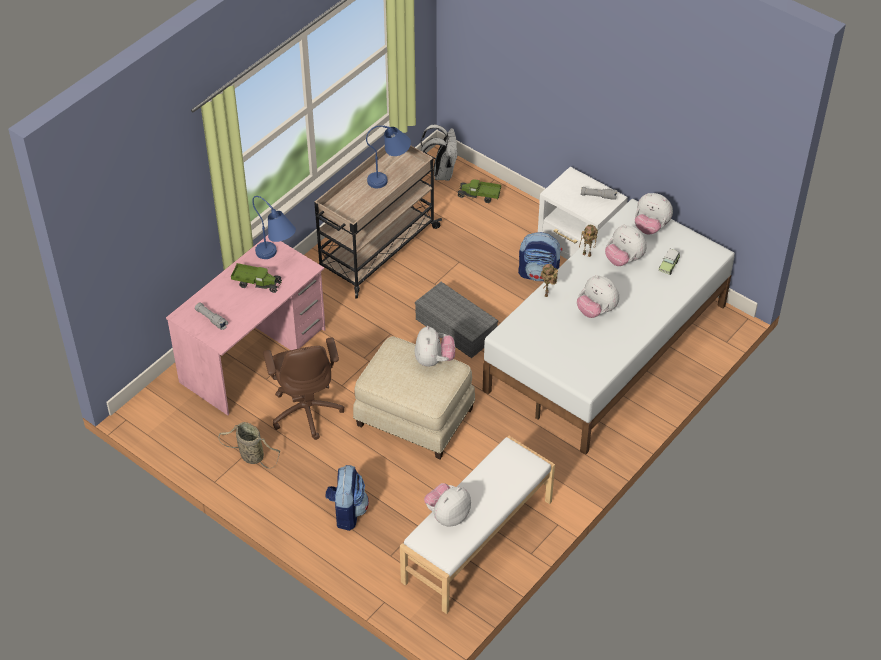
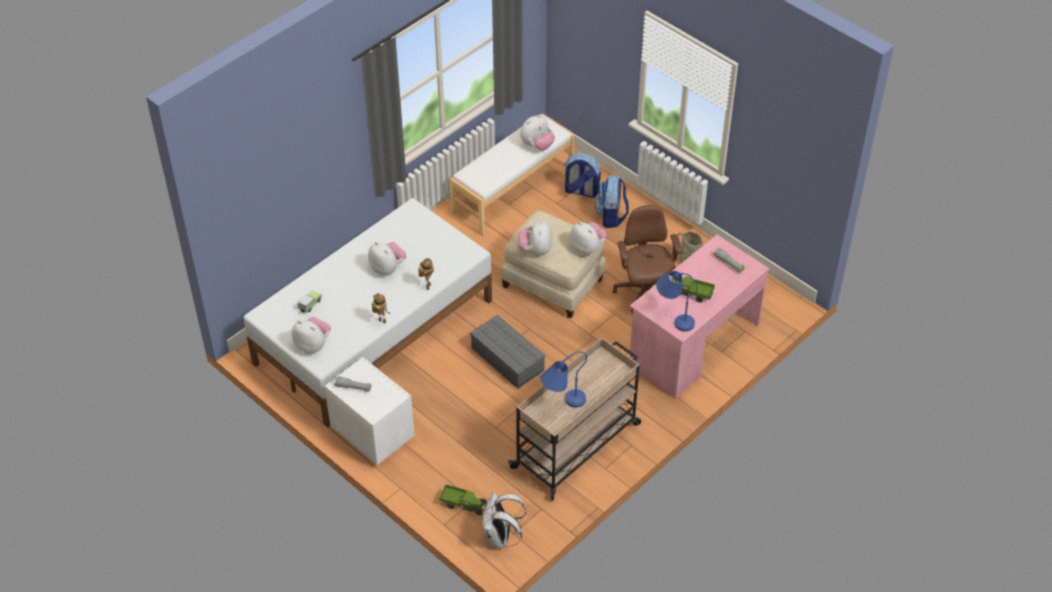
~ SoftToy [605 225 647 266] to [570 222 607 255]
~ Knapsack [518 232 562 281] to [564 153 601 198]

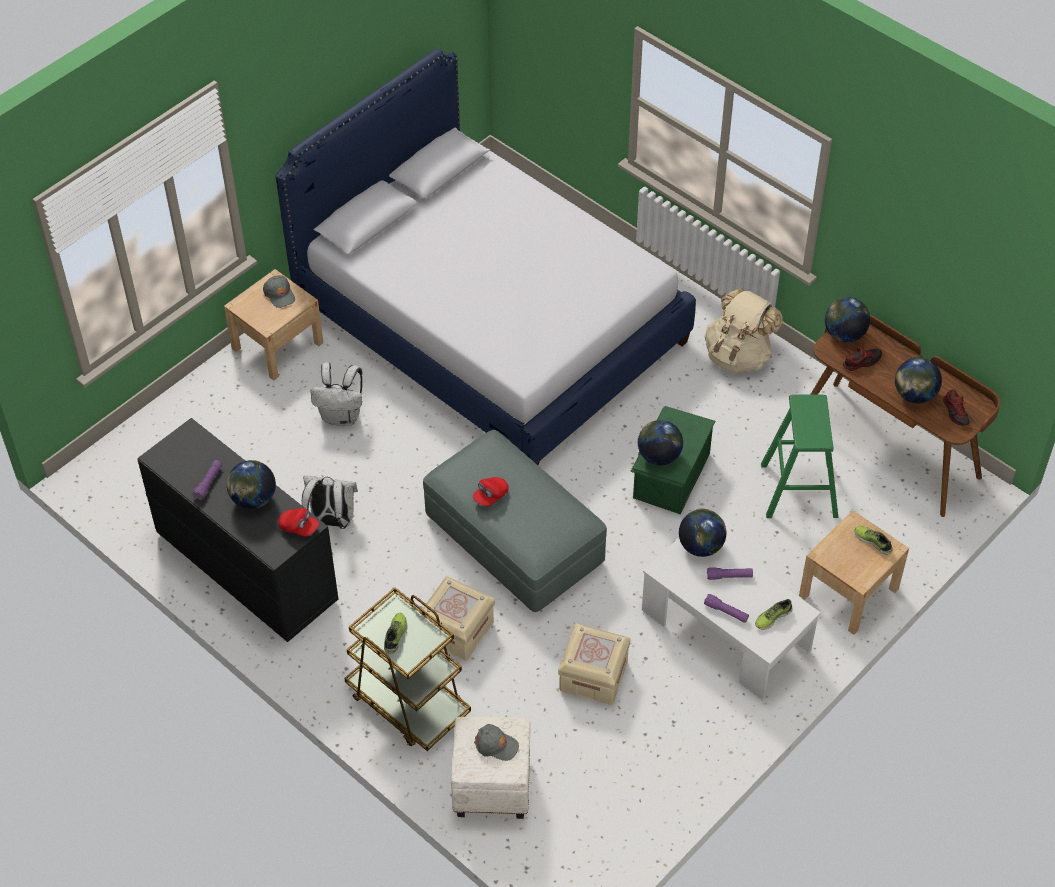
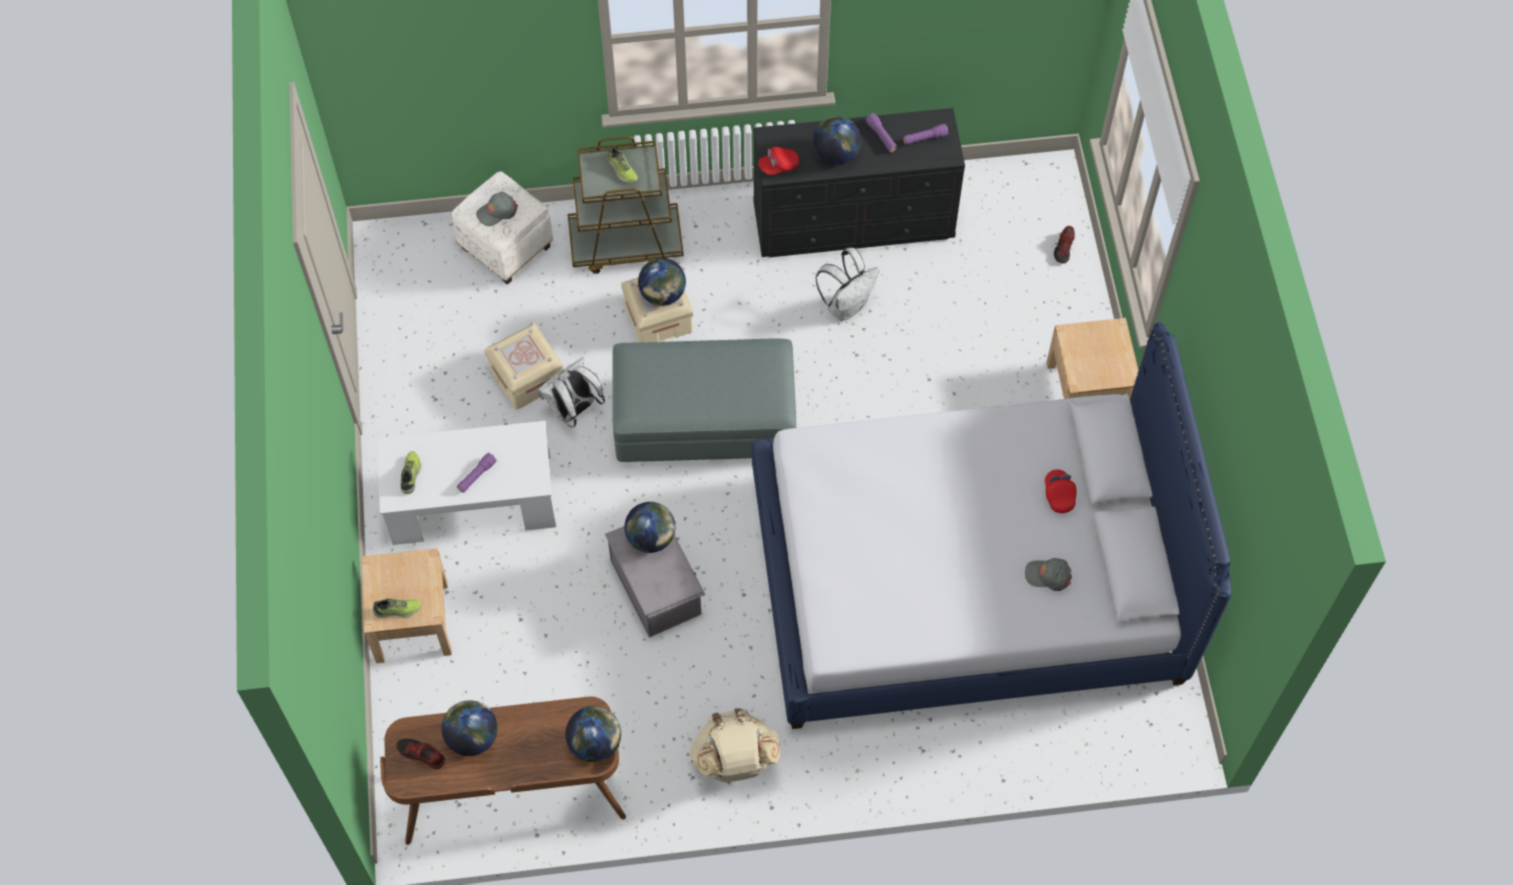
~ GreyishBaseballCap [263 275 295 308] to [1025 558 1072 591]
~ Shoe [843 347 882 371] to [1054 226 1075 263]
~ WhitishKnapsack [310 362 362 426] to [538 357 605 428]
- GreenishStoolSeat [761 394 838 518]
~ GreenishStorageContainer [630 406 715 514] to GreyishStorageContainer [605 526 705 637]
~ ReddishBaseballCap [473 477 509 506] to [1045 470 1077 513]
~ DeskGlobe [679 509 726 557] to [638 258 686 306]
~ PurpleHandTorch [704 594 749 623] to [903 124 949 145]

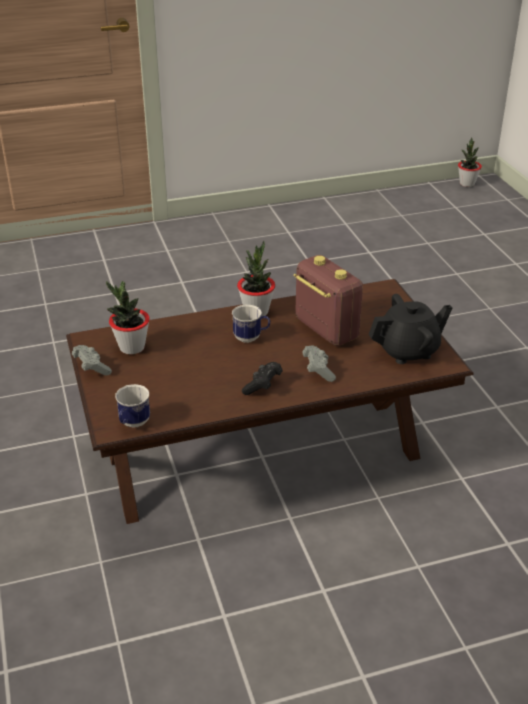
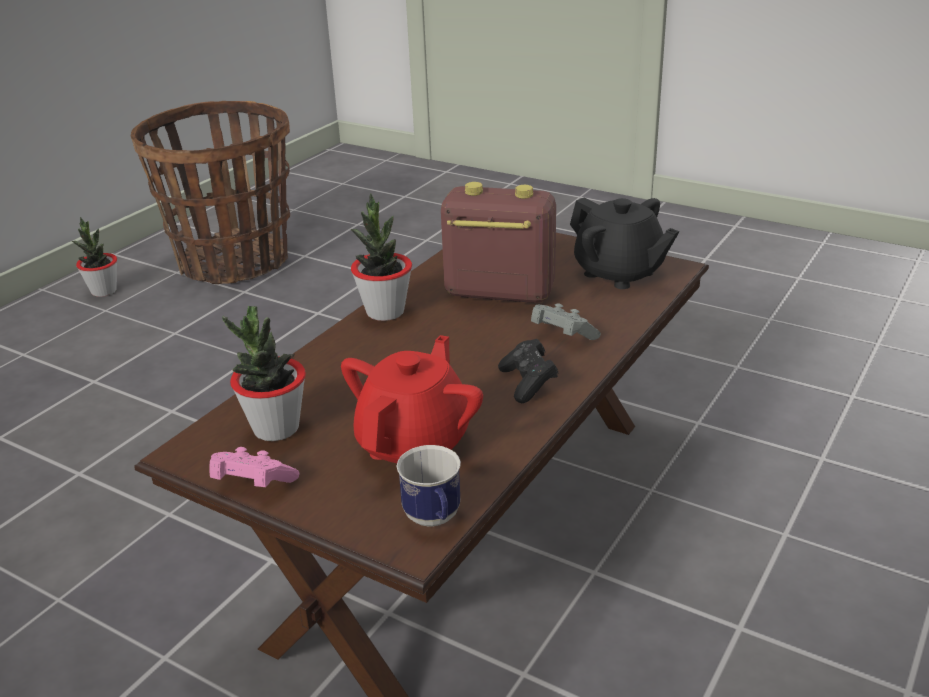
~ PlantInAPot [458 137 482 187] to [72 217 117 297]
~ BlackishTeaPot [368 294 453 364] = [570 198 679 289] 105 degrees clockwise
- TeaMug [232 305 270 343]
~ GreyishJoypad [72 345 112 375] to PinkColouredJoypad [210 447 300 487]
+ Basket [131 101 290 284]
+ ReddishTeaPot [341 335 483 463]

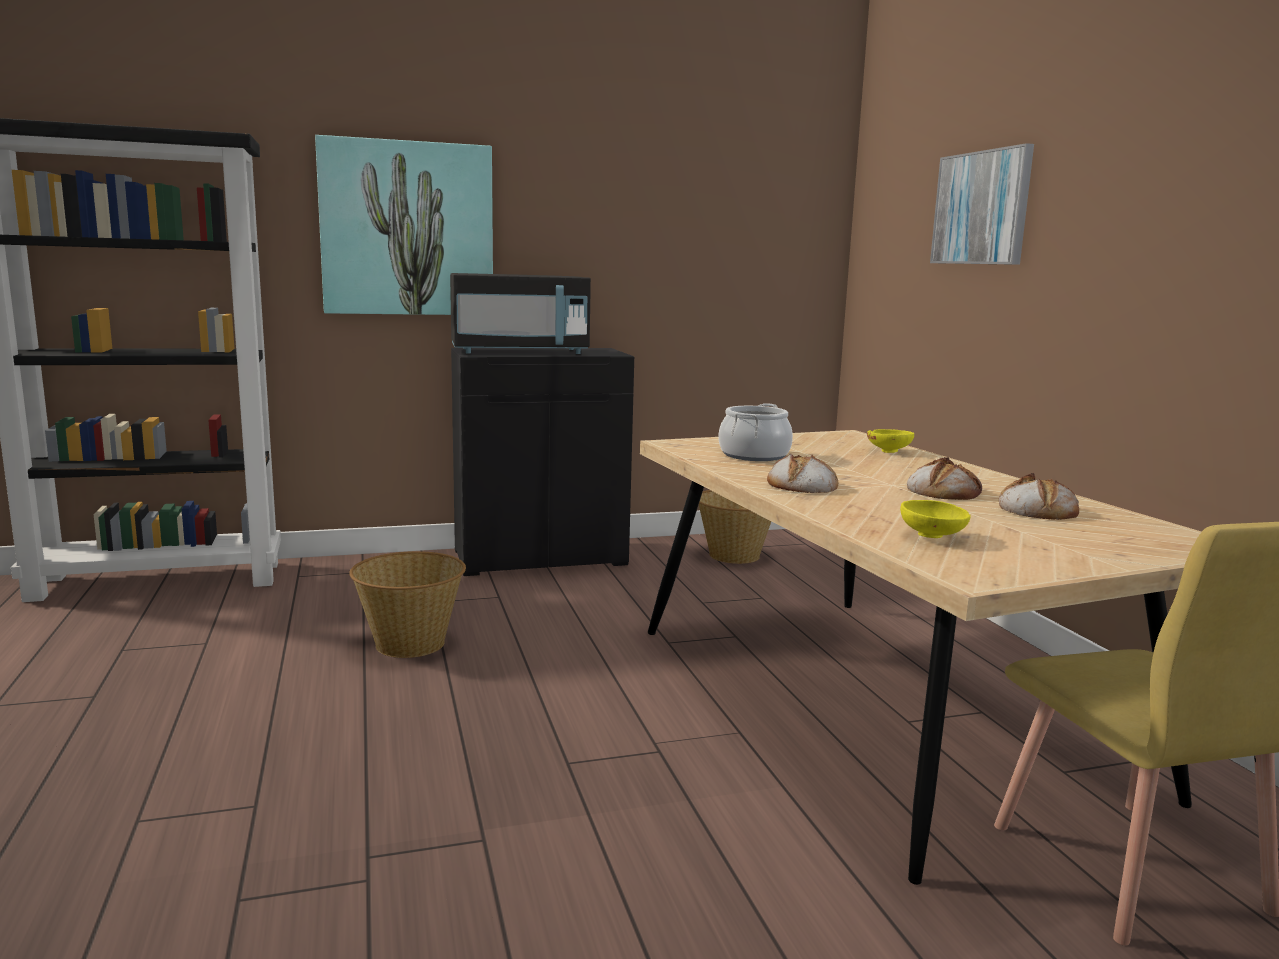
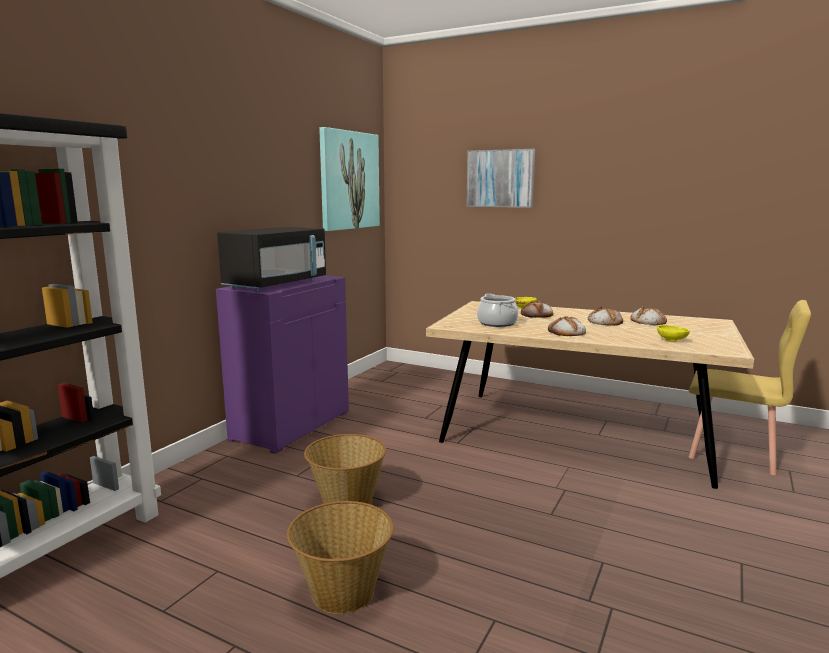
~ Picture [315 135 493 315] to [319 127 380 231]
~ BlackishStorageCabinet [451 348 634 576] to PurpleStorageCabinet [216 275 349 454]
~ Basket [699 490 771 564] to [287 501 394 614]
+ Bread [521 300 553 318]

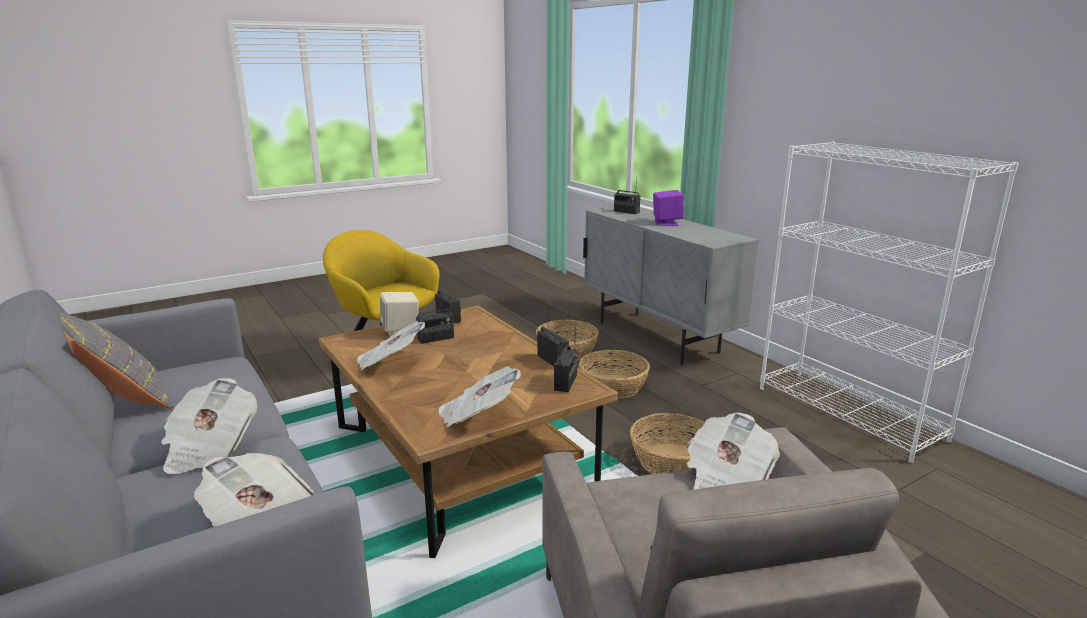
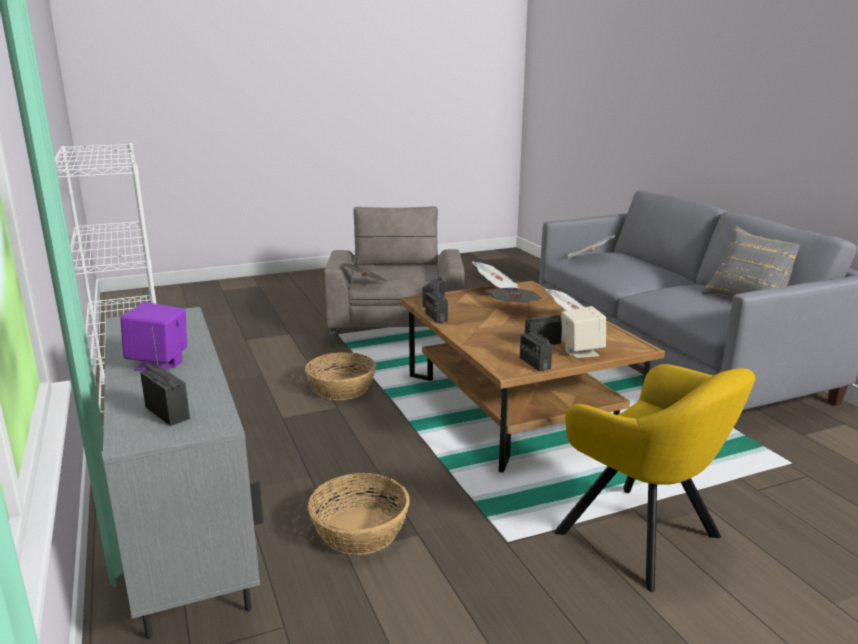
- Basket [579 350 650 399]
~ DailyPaper [161 378 258 474] to [485 288 542 303]

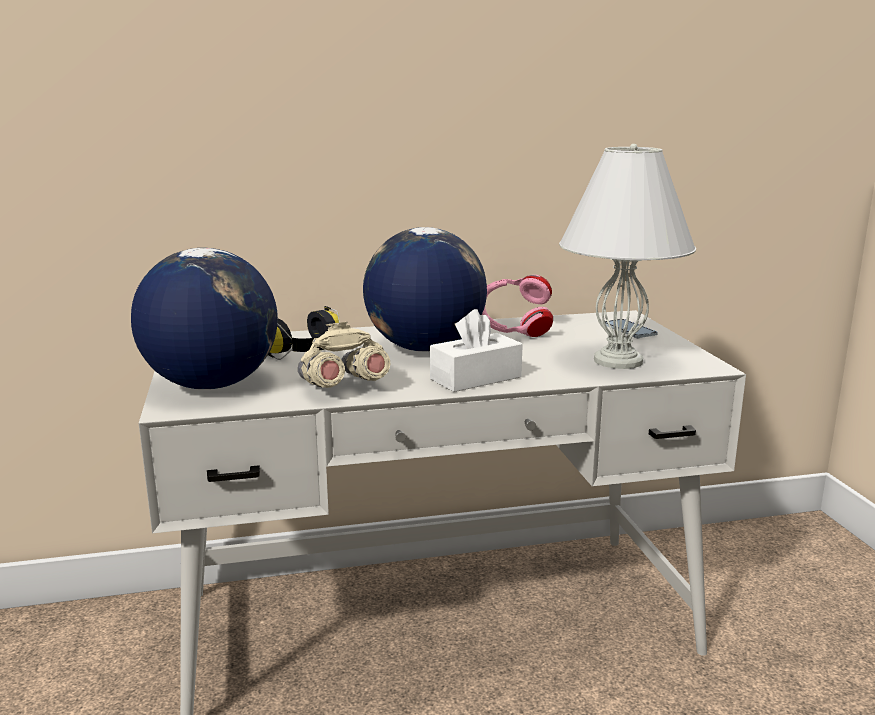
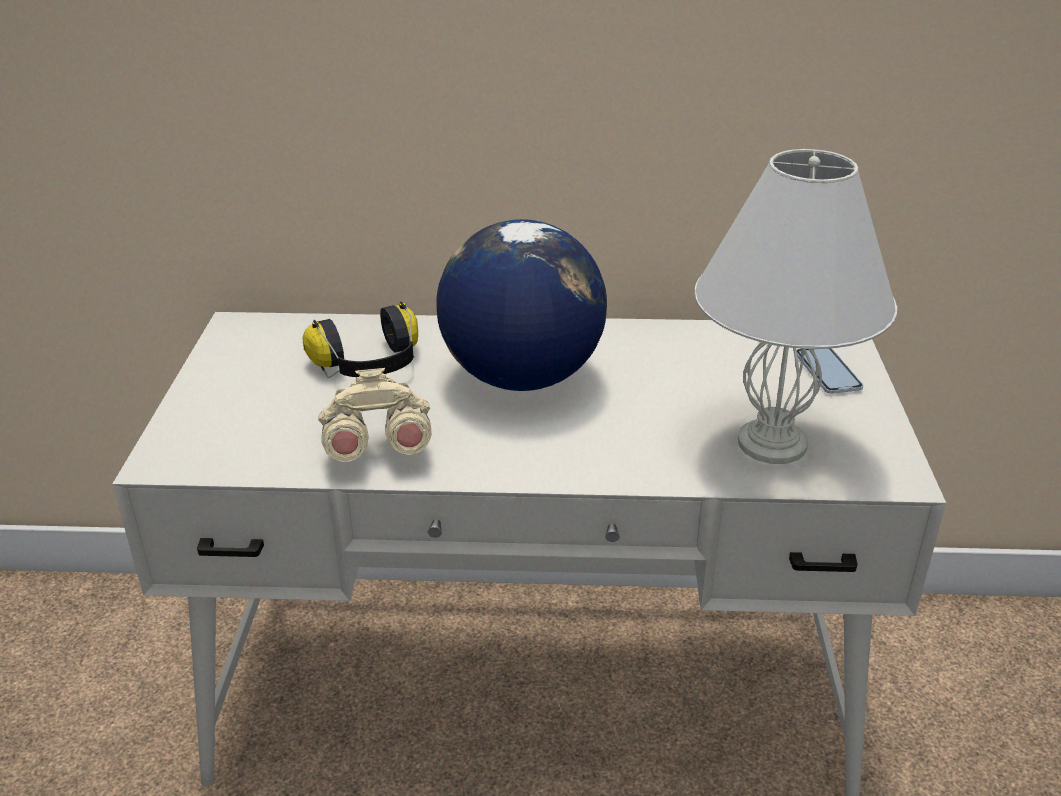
- DeskGlobe [131 248 278 390]
- PinkColouredHeadphones [482 275 553 337]
- WhitishBoxOfTissues [430 309 523 392]

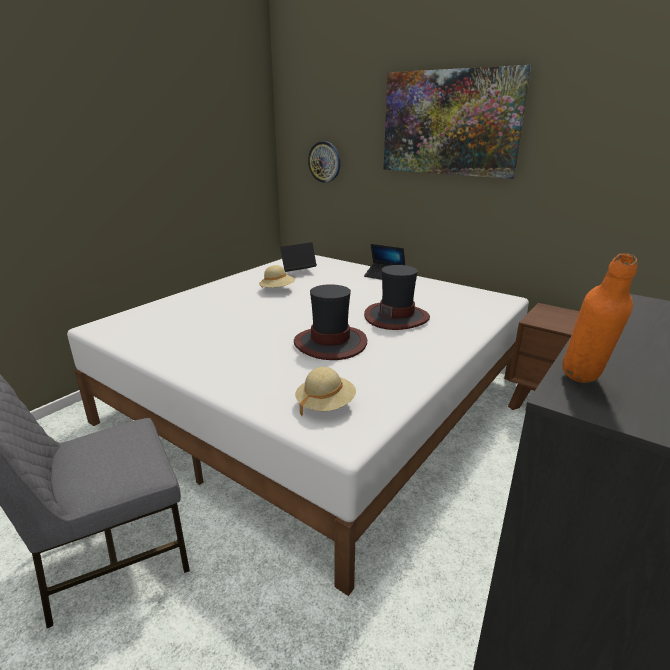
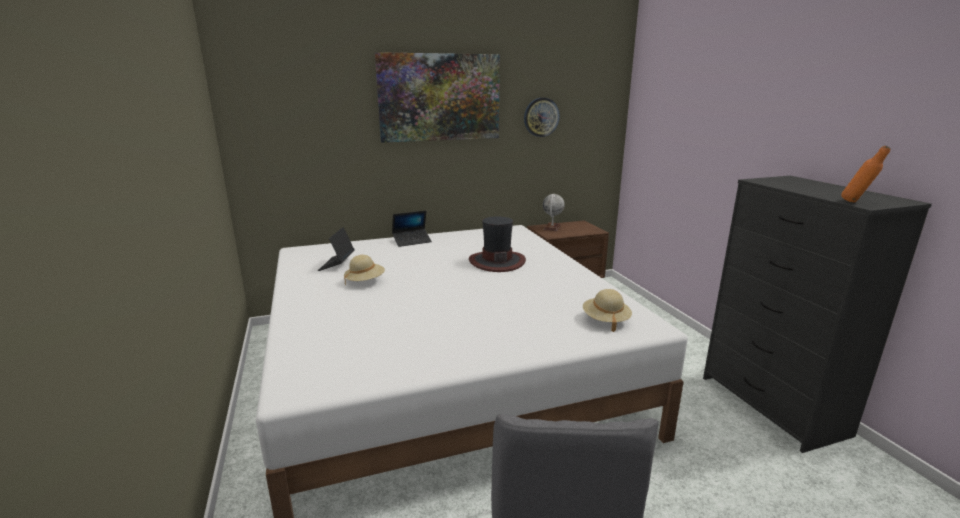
~ ClockOnTheWall [308 141 341 183] to [524 98 560 137]
- WearableHat [294 284 367 360]
+ DeskGlobe [543 194 565 231]

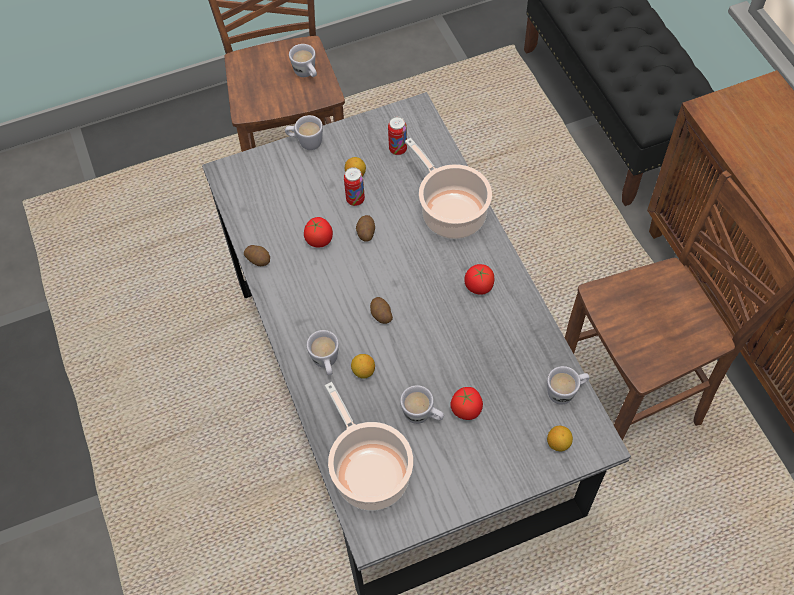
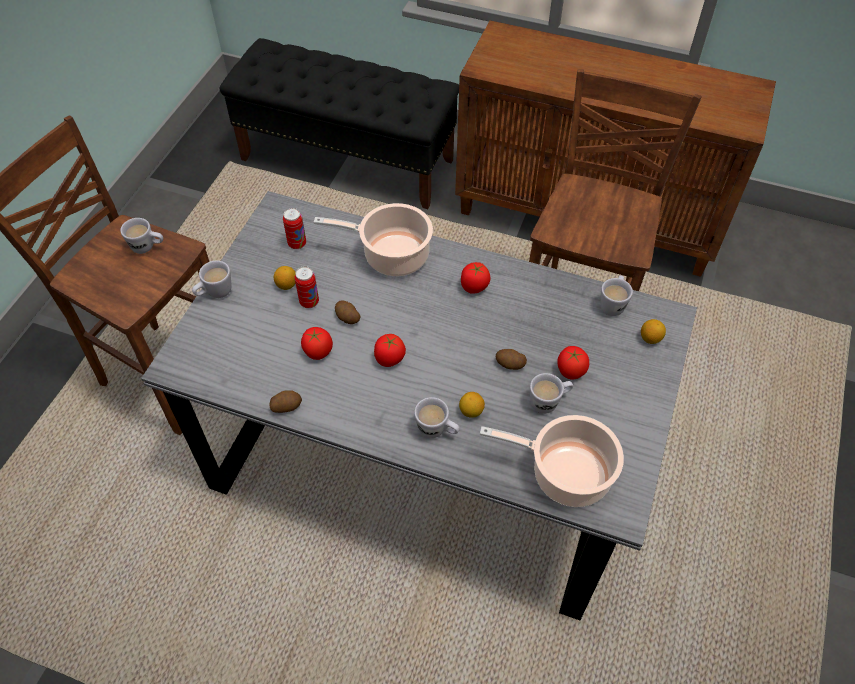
~ Spud [370 297 393 324] to [496 349 527 370]
+ WholeTomato [374 334 406 367]

